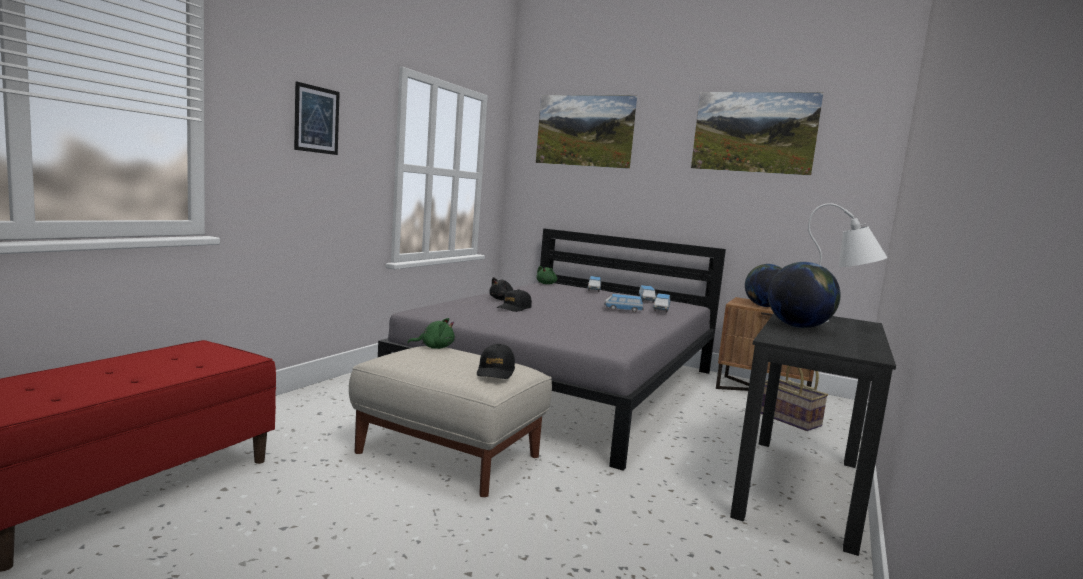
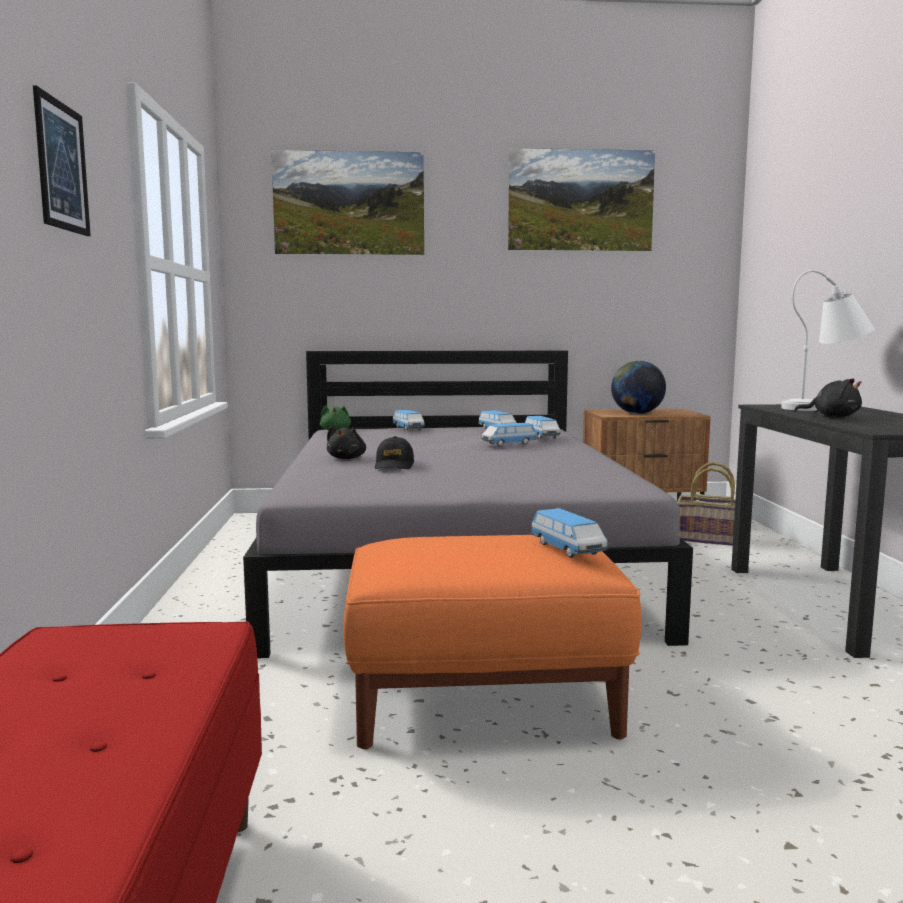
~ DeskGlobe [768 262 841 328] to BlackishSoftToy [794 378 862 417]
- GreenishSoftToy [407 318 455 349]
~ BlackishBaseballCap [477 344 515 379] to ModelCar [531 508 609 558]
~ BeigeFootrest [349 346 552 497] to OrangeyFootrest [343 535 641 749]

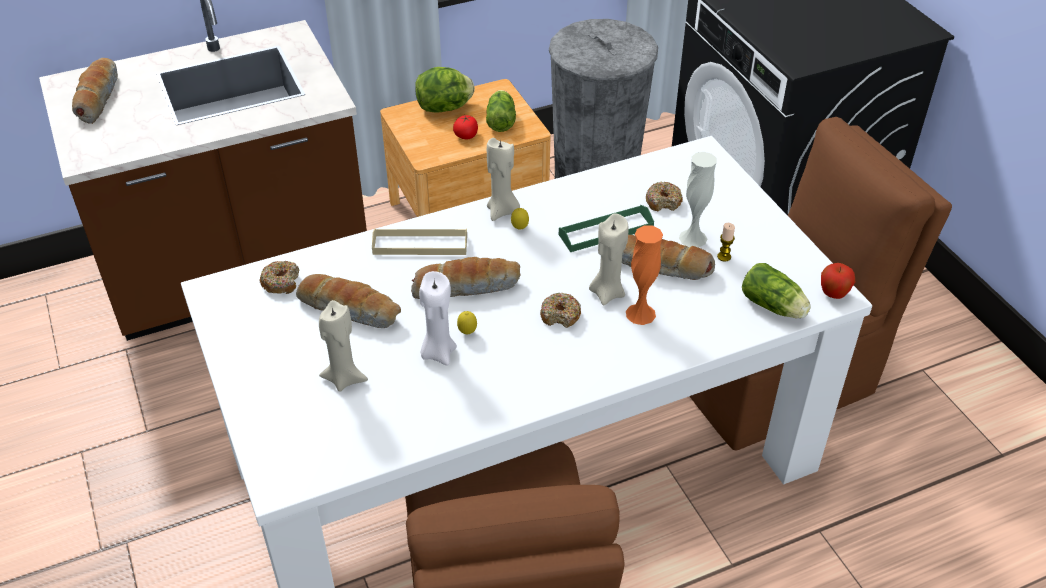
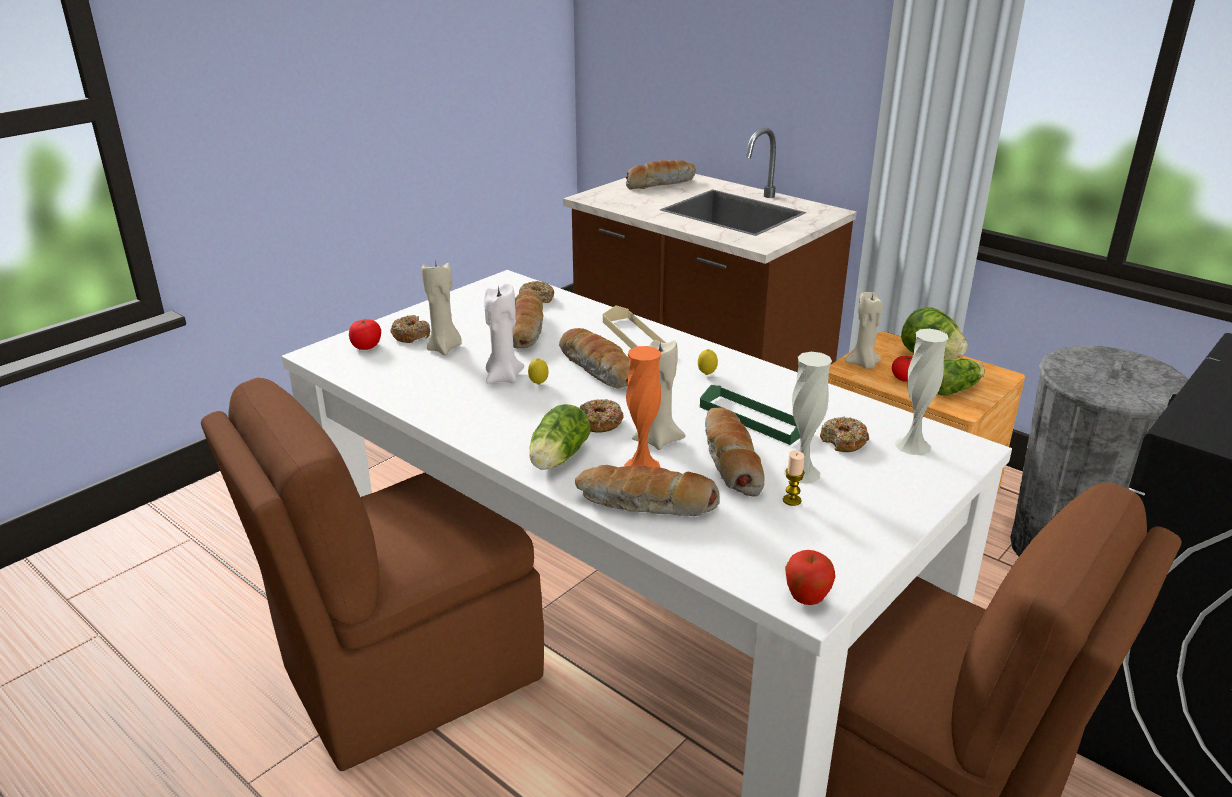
~ BeigeWaxLight [487 138 520 221] to [845 292 883 369]
~ Lettuce [742 263 811 318] to [529 404 590 470]
+ Doughnut [390 315 430 343]
+ WholeTomato [349 319 381 350]
+ WhitishVase [895 329 949 455]
+ Bread [575 465 720 516]

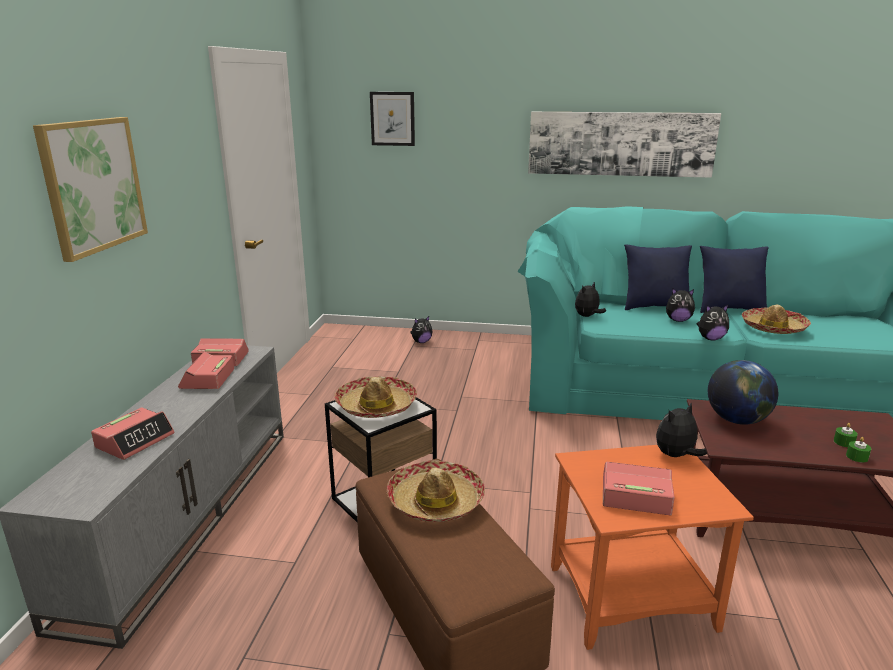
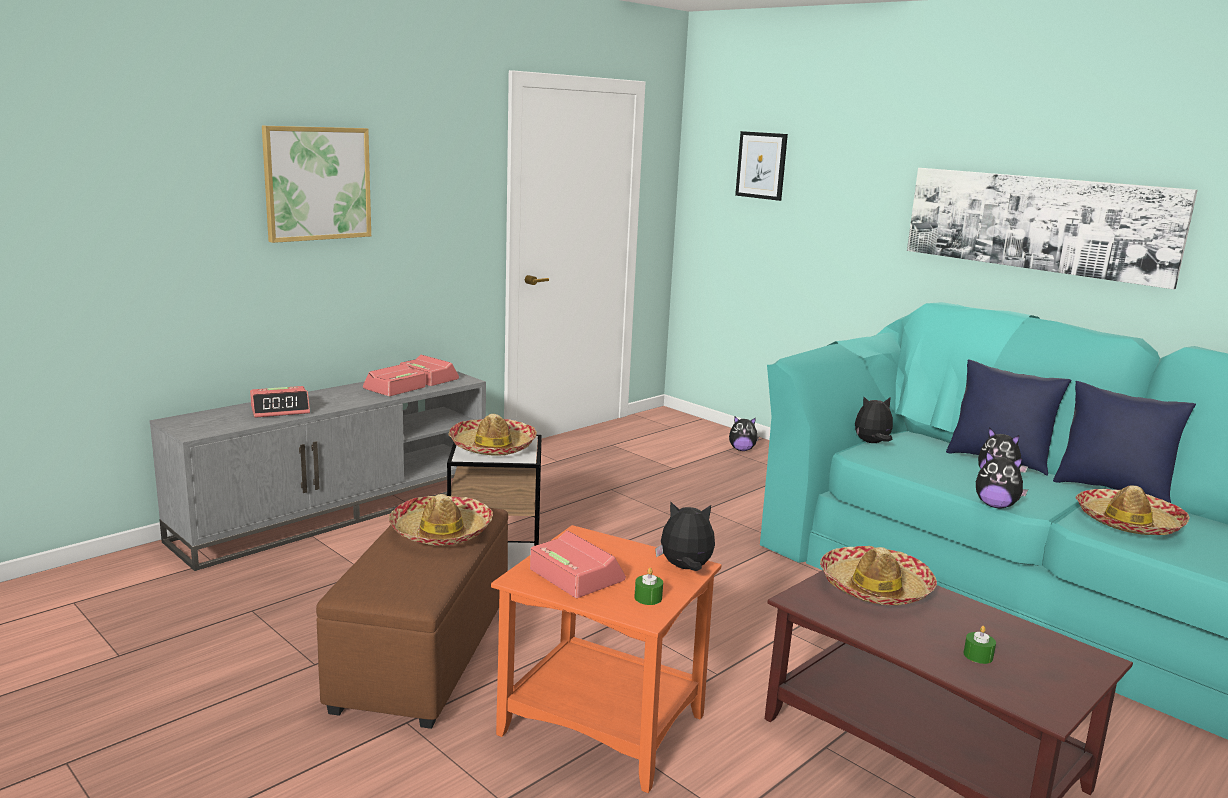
~ DeskGlobe [708 360 778 425] to WearableHat [820 546 937 605]
~ GreenishWaxLight [846 437 871 463] to [634 568 663 605]

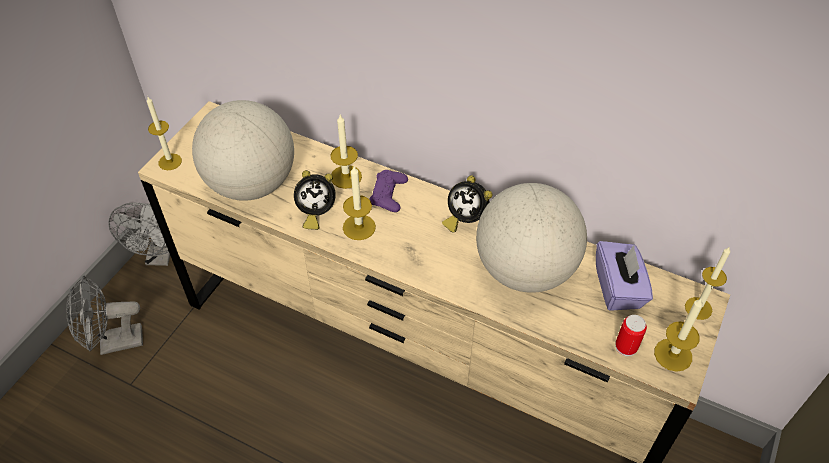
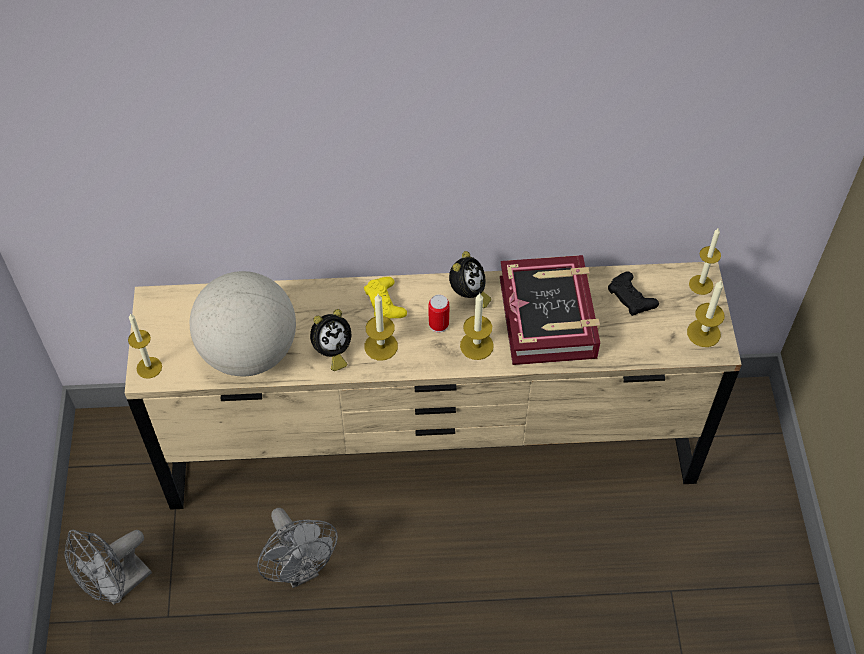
~ WaxLight [331 115 362 189] to [460 293 494 360]
~ PurpleJoypad [369 170 408 212] to YellowColouredJoypad [364 277 407 318]
~ AlarmClock [442 175 492 233] = [449 251 491 308] 75 degrees counterclockwise
~ DeskGlobe [476 183 587 293] to BoundBook [500 255 600 365]
~ GreyishFan [109 202 170 266] to [257 508 338 588]
~ PurpleBoxOfTissues [596 241 653 311] to BlackishJoypad [608 271 659 316]
~ MetalCan [615 315 647 356] to [429 295 450 333]

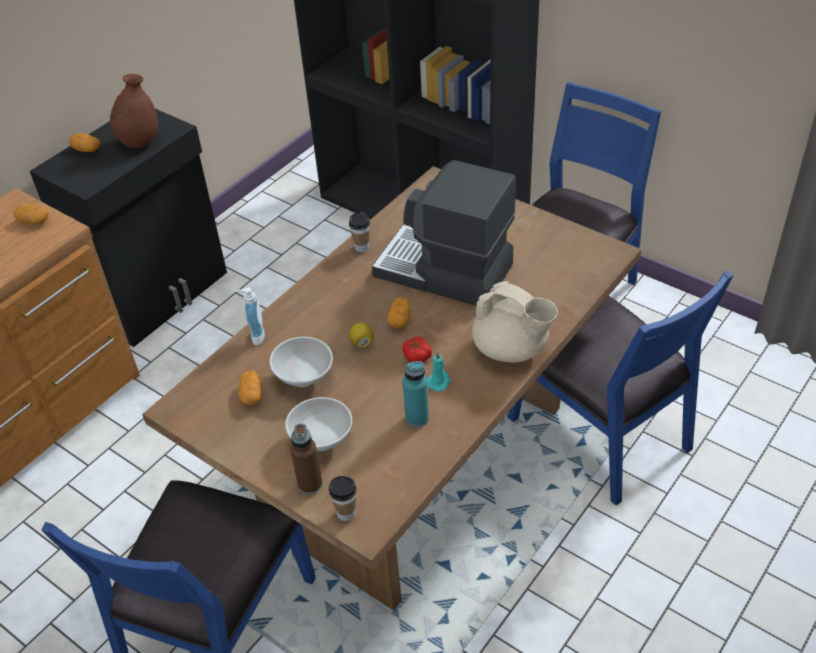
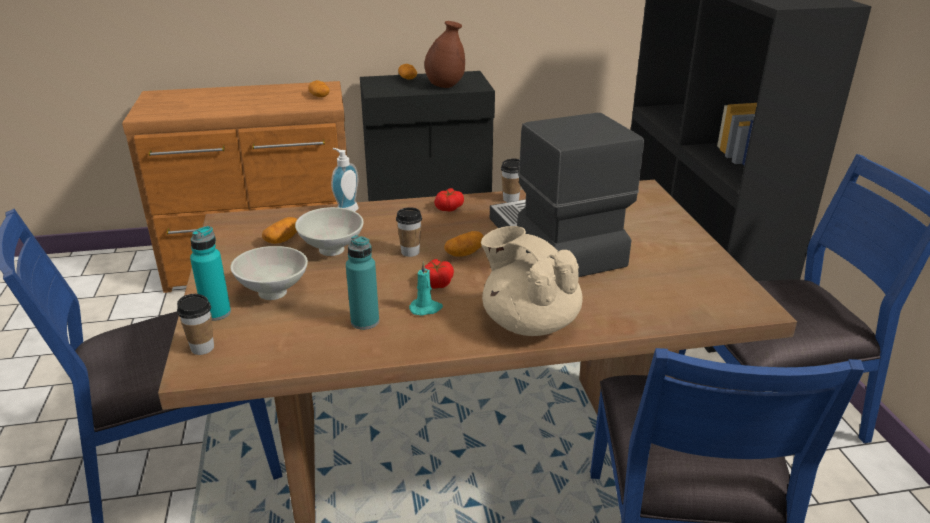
~ BeigeTeaPot [472 281 558 363] = [481 226 583 336] 150 degrees clockwise
~ WholeLemon [349 323 374 348] to SmallCup [396 207 422 257]
~ BrownBottle [290 424 323 494] to TurquoiseColouredBottle [190 226 231 321]
+ WholeTomato [434 188 464 212]

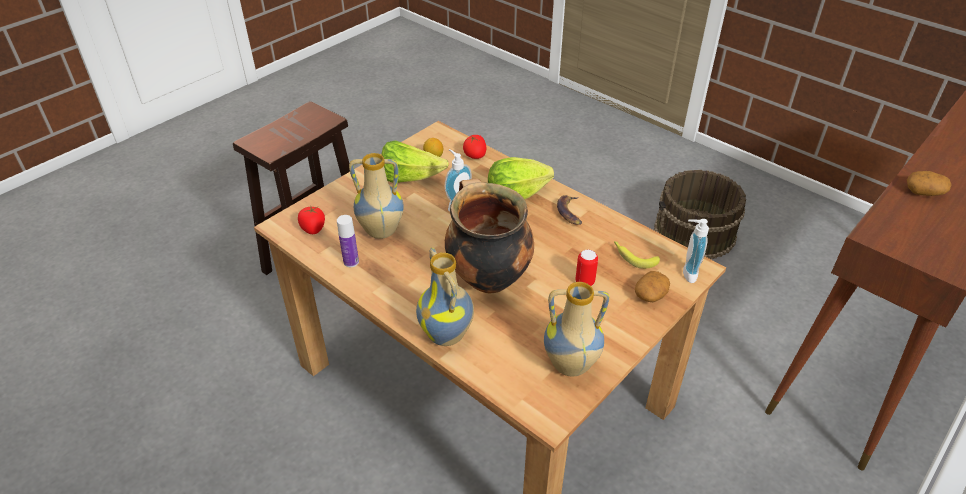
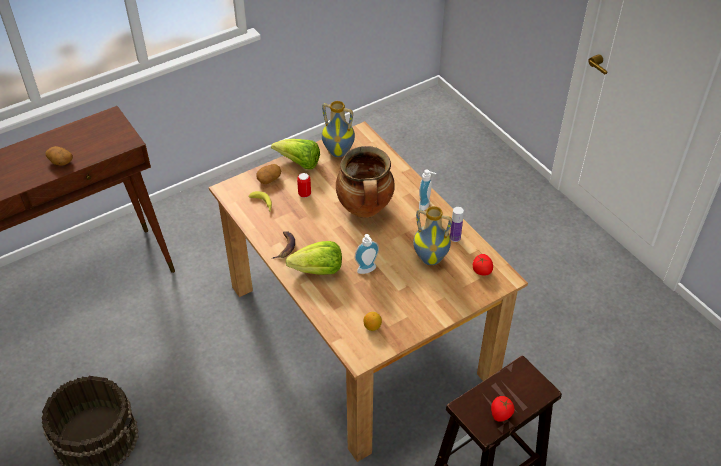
~ WholeTomato [463 135 486 159] to [491 396 515 422]
~ Lettuce [381 141 449 183] to [271 139 320 170]
~ LiquidSoapBottle [683 219 709 283] to [419 169 436 211]
- Vase [416 248 474 346]

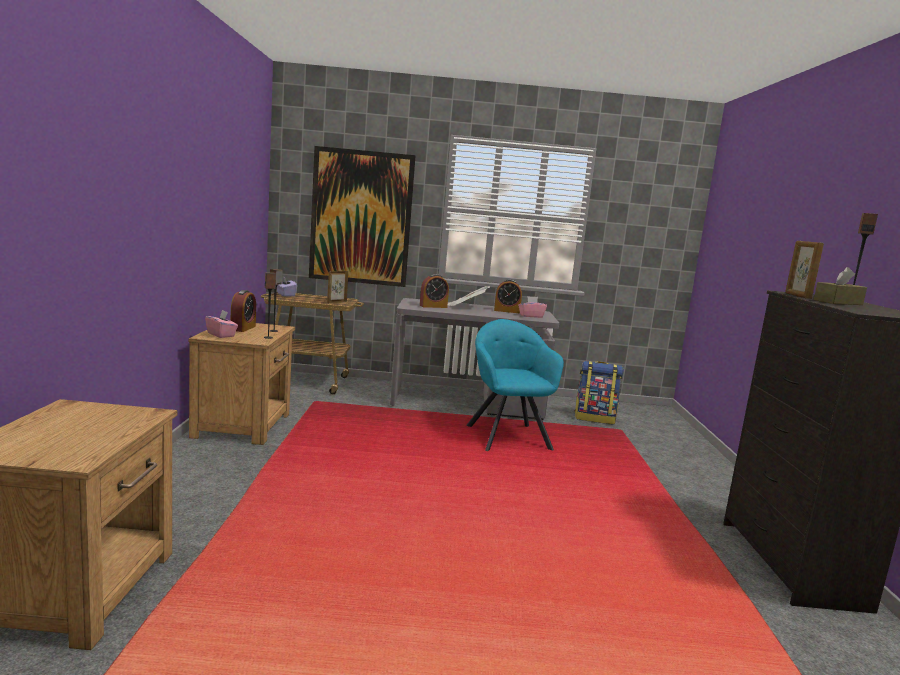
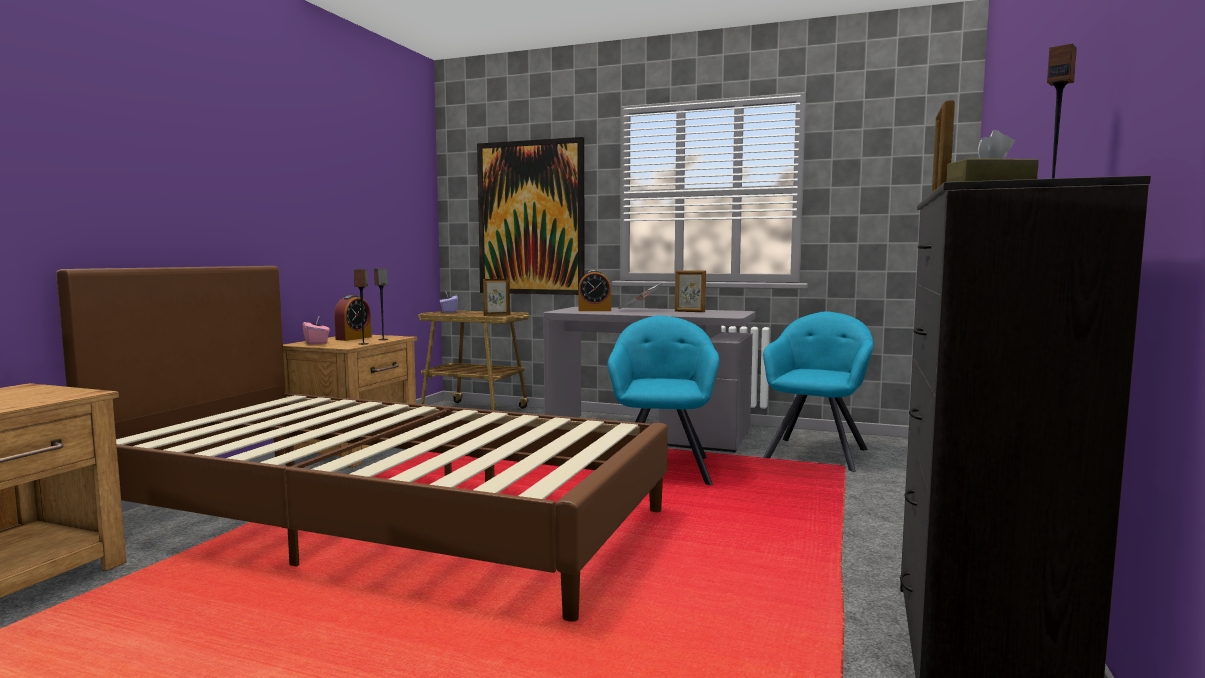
~ AlarmClock [494 279 522 313] to PictureFrame [675 270 706 312]
- PinkColouredBoxOfTissues [518 296 547 318]
~ Knapsack [574 361 624 424] to TurquoiseColouredEasyChair [763 311 874 472]
+ BrownBed [56 266 668 622]

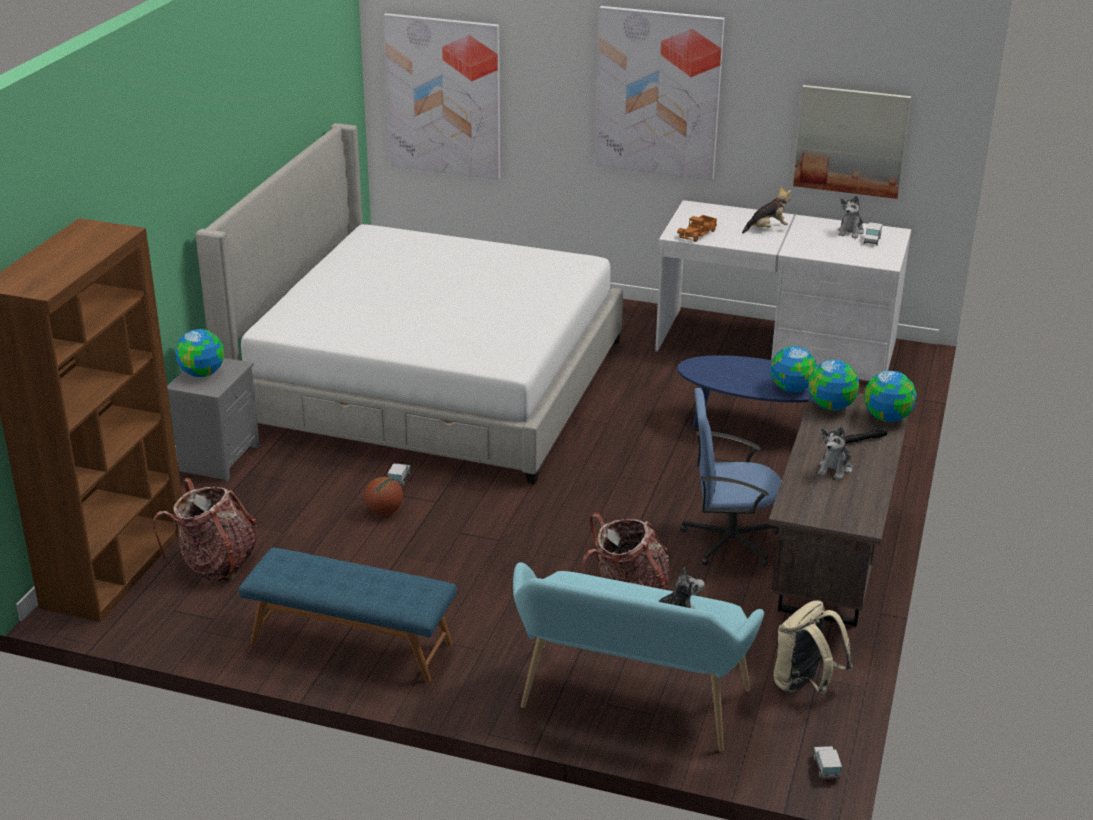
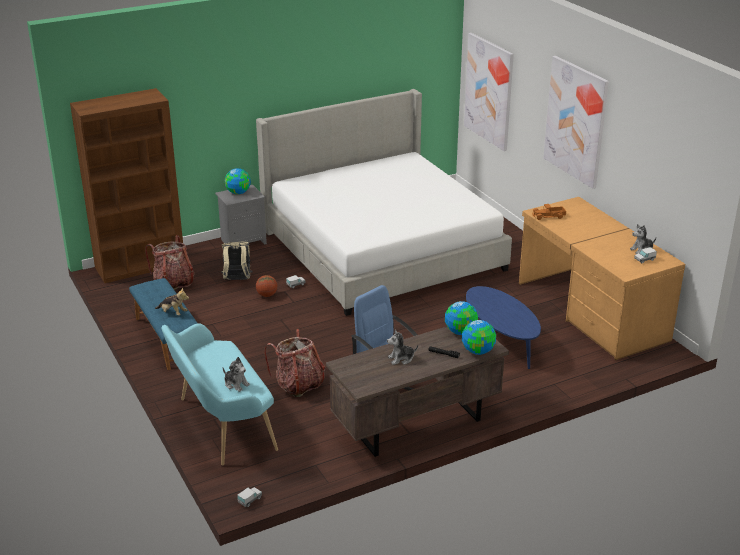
- Picture [793 85 911 199]
~ SoftToy [742 186 792 233] to [155 287 189 316]
~ WhitishDesk [655 200 911 382] to BrownDesk [519 197 685 360]
- DeskGlobe [770 346 817 392]
~ BeigeKnapsack [774 600 852 694] to [221 242 253 280]

